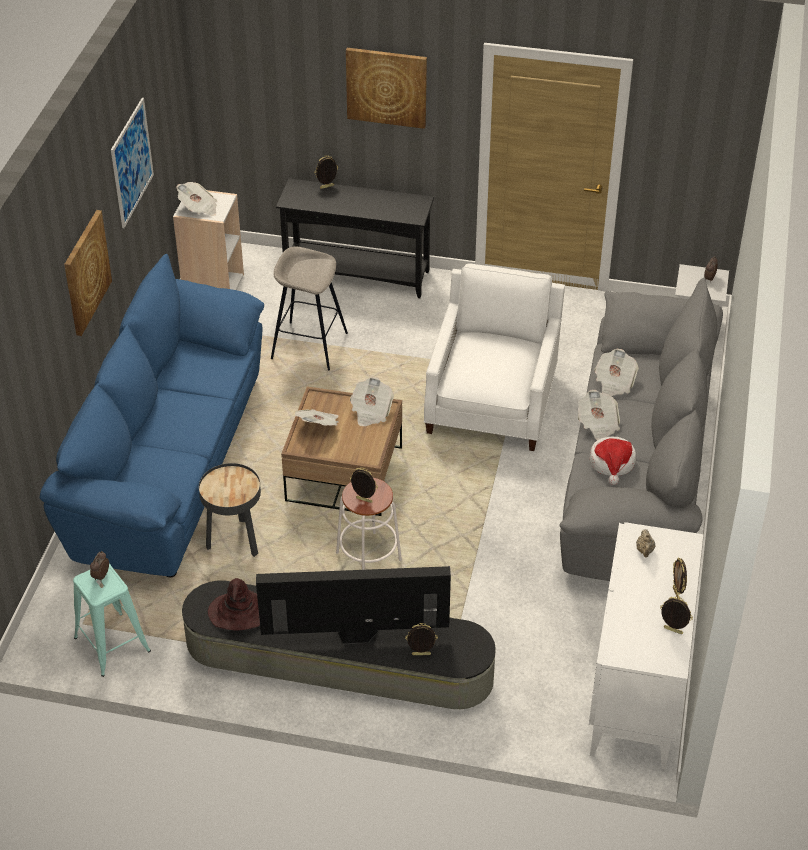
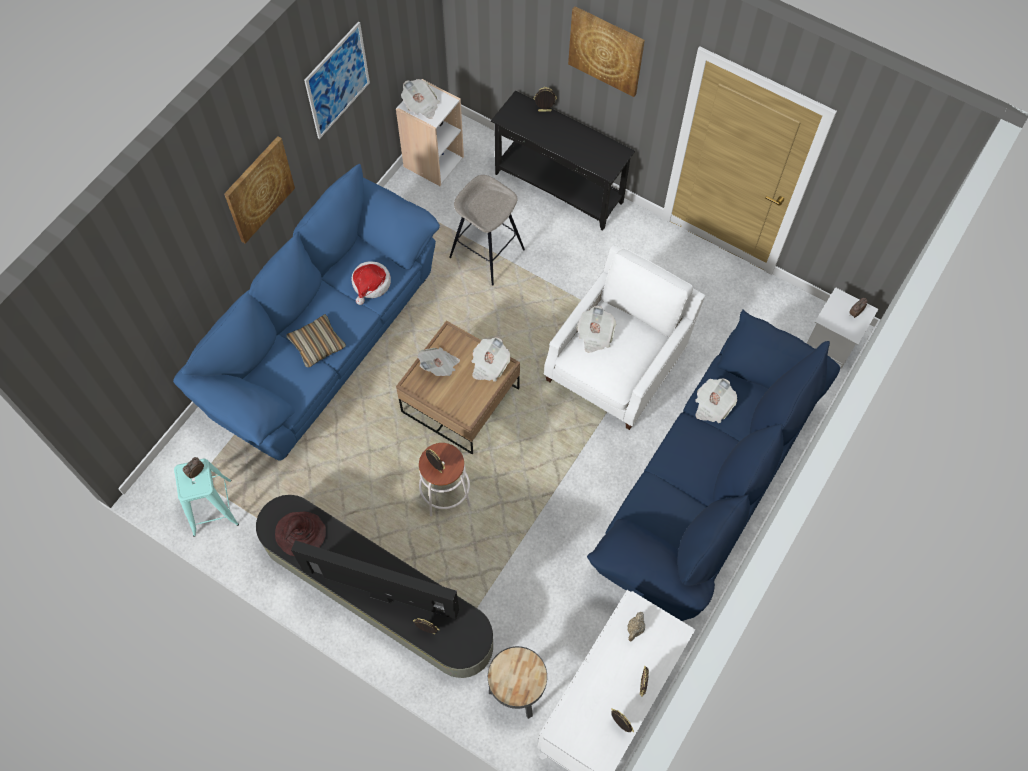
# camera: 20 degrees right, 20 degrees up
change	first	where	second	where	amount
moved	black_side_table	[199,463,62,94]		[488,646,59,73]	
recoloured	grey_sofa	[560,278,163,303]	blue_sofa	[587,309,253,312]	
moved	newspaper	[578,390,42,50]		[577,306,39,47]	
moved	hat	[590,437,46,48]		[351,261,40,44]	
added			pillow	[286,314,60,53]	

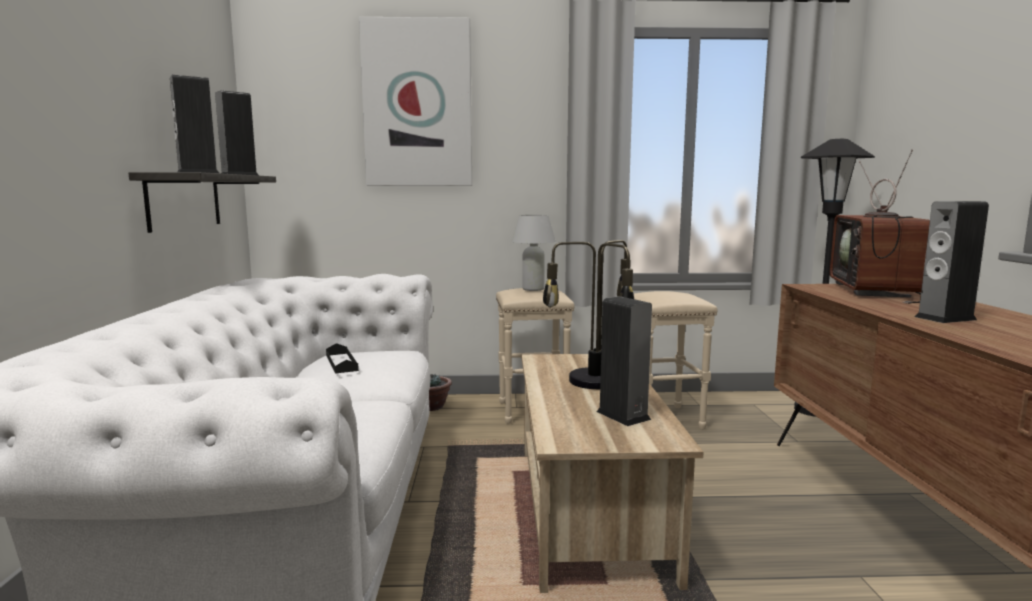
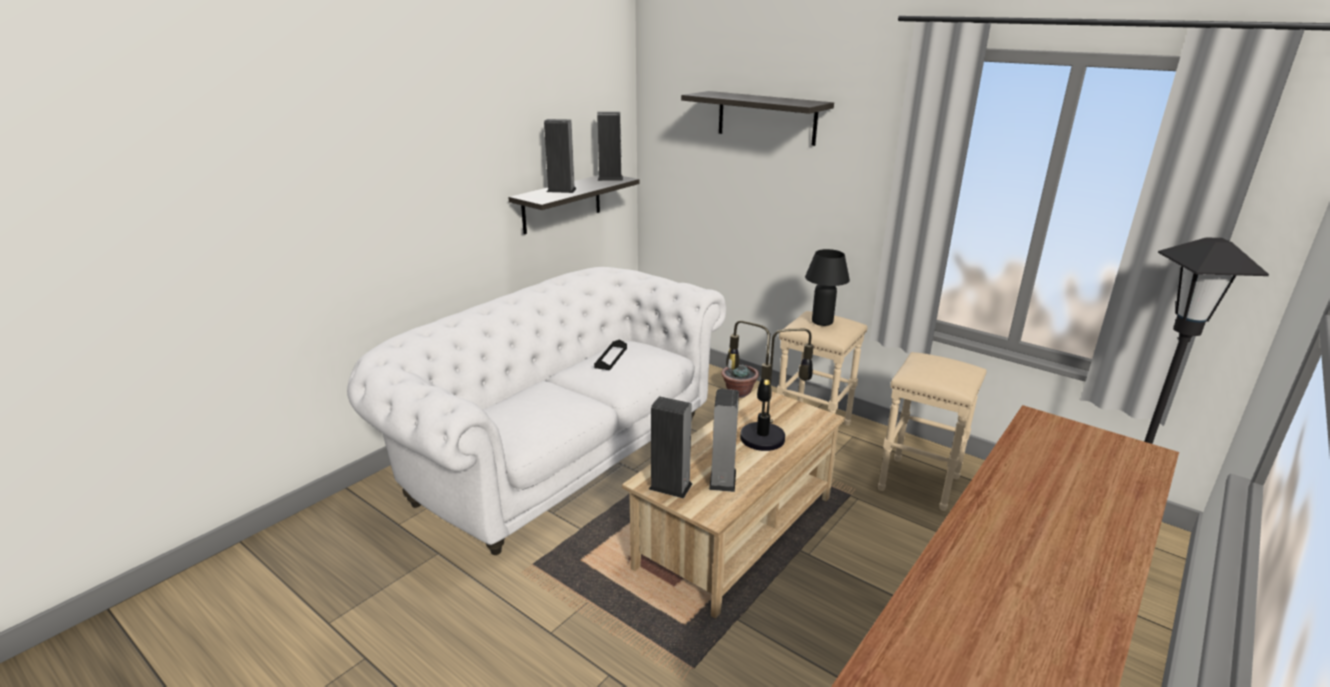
# camera: 40 degrees right, 15 degrees up
change	first	where	second	where	amount
replaced	picture	[359,17,113,169]	shelf	[681,91,153,55]	
recoloured	white_table_lamp	[512,215,44,76]	black_table_lamp	[805,249,45,77]	
removed	television	[830,149,100,155]			
moved	speaker	[915,201,74,122]		[649,396,43,103]	

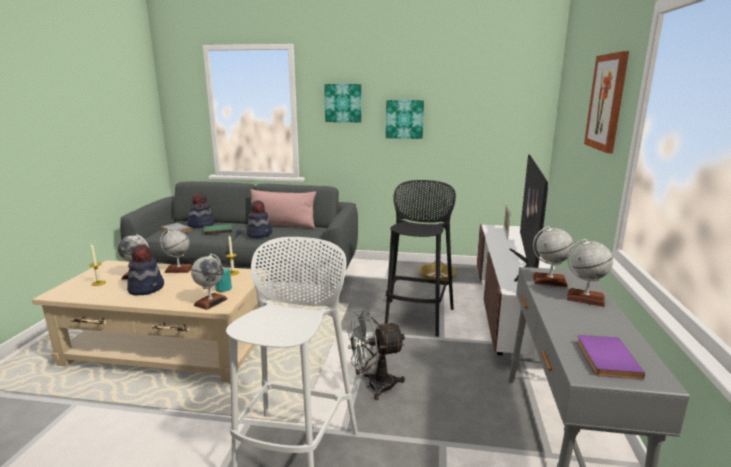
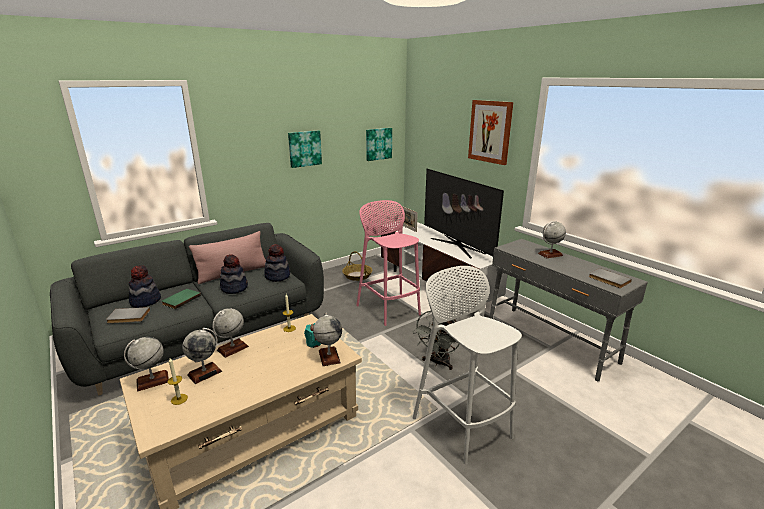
# camera: 45 degrees left, 5 degrees up
change	first	where	second	where	amount
moved	hat	[127,244,37,52]		[264,244,26,38]	
moved	picture	[324,84,38,38]		[366,128,26,33]	
recoloured	black_stool	[385,180,71,157]	pink_stool	[356,200,65,126]	
moved	globe	[533,226,41,61]		[124,337,45,55]	
recoloured	purple_book	[577,335,68,45]	grey_book	[589,268,43,20]	

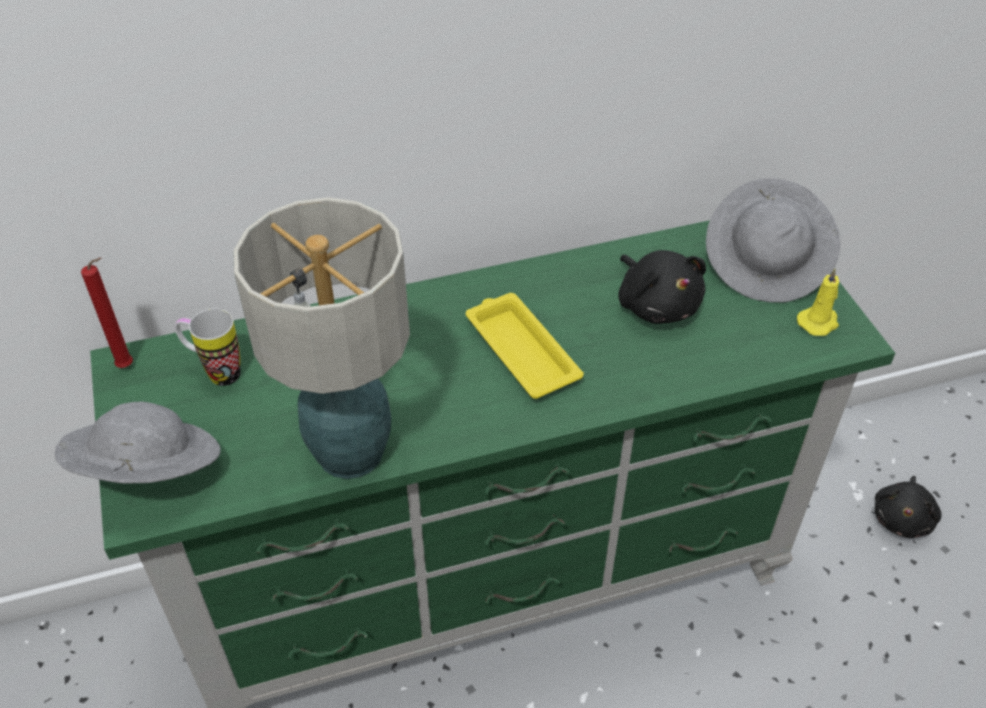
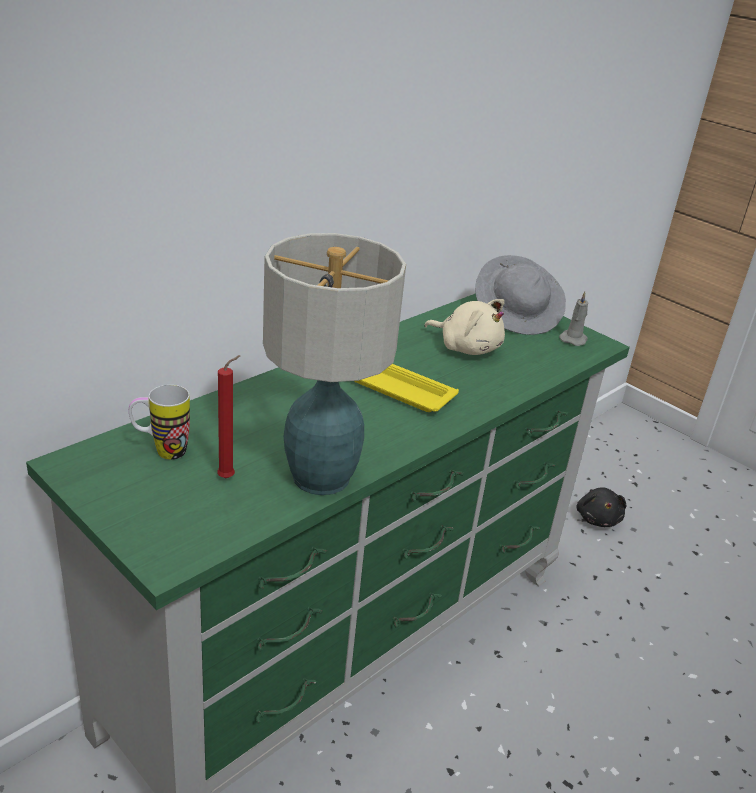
# camera: 30 degrees left, 15 degrees down
change	first	where	second	where	amount
removed	grey_hat	[55,402,166,81]			
moved	red_candle	[81,257,52,111]		[217,355,24,123]	
recoloured	black_plush_toy	[618,250,88,74]	beige_plush_toy	[424,299,81,56]	
recoloured	yellow_candle	[797,268,42,68]	grey_candle	[559,292,29,54]	

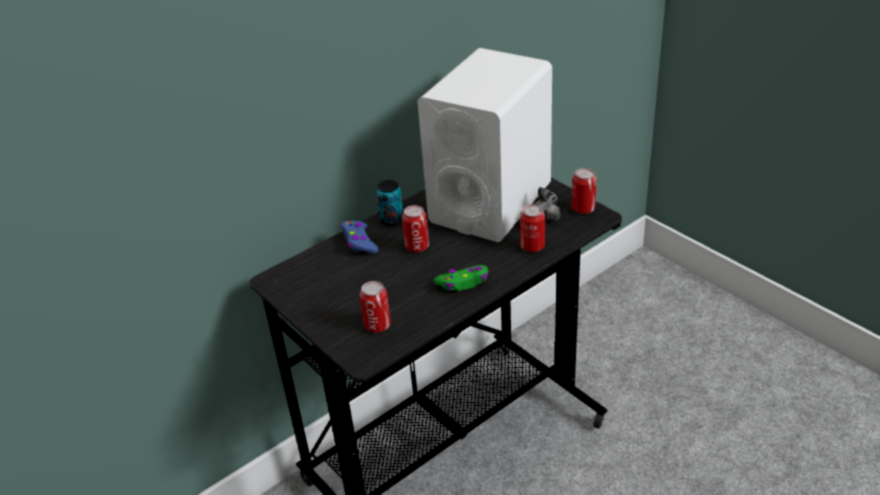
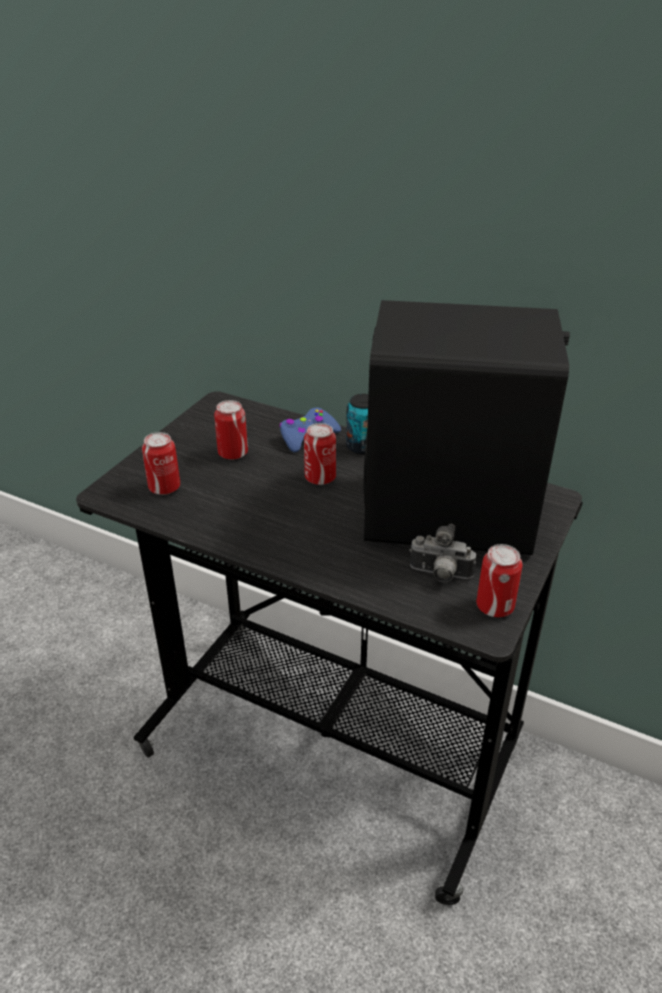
# camera: 65 degrees right, 0 degrees up
change	first	where	second	where	amount
recoloured	white_speaker	[417,48,135,194]	black_speaker	[363,300,207,255]	
removed	green_game_controller	[434,265,54,26]			
moved	can	[520,204,25,48]		[214,400,34,60]	

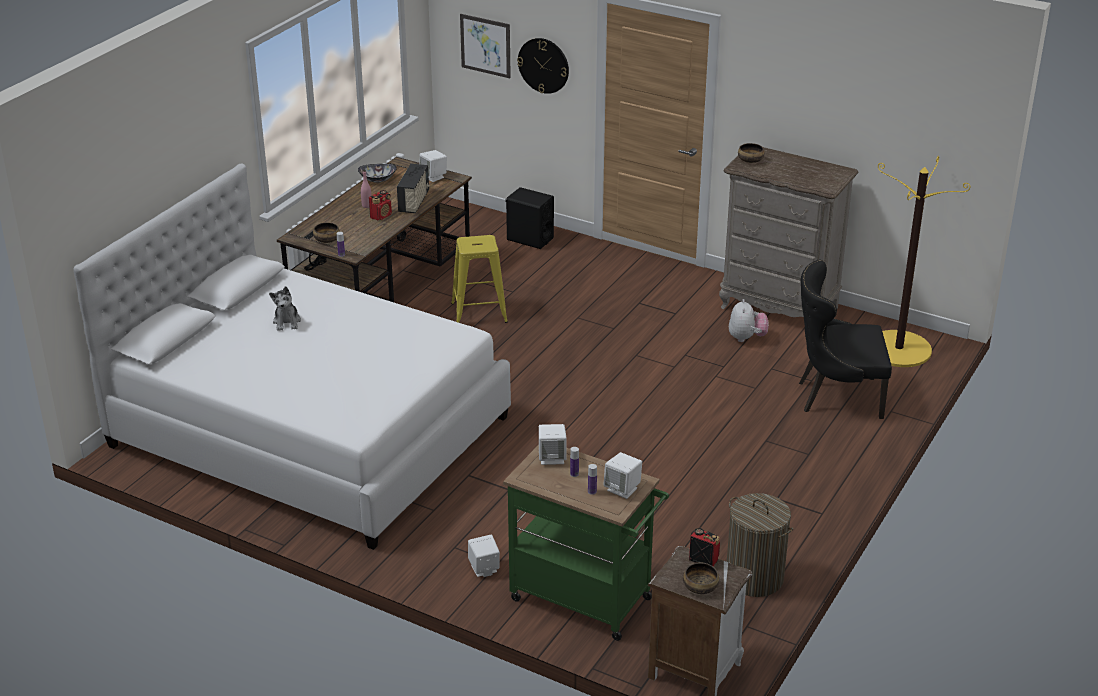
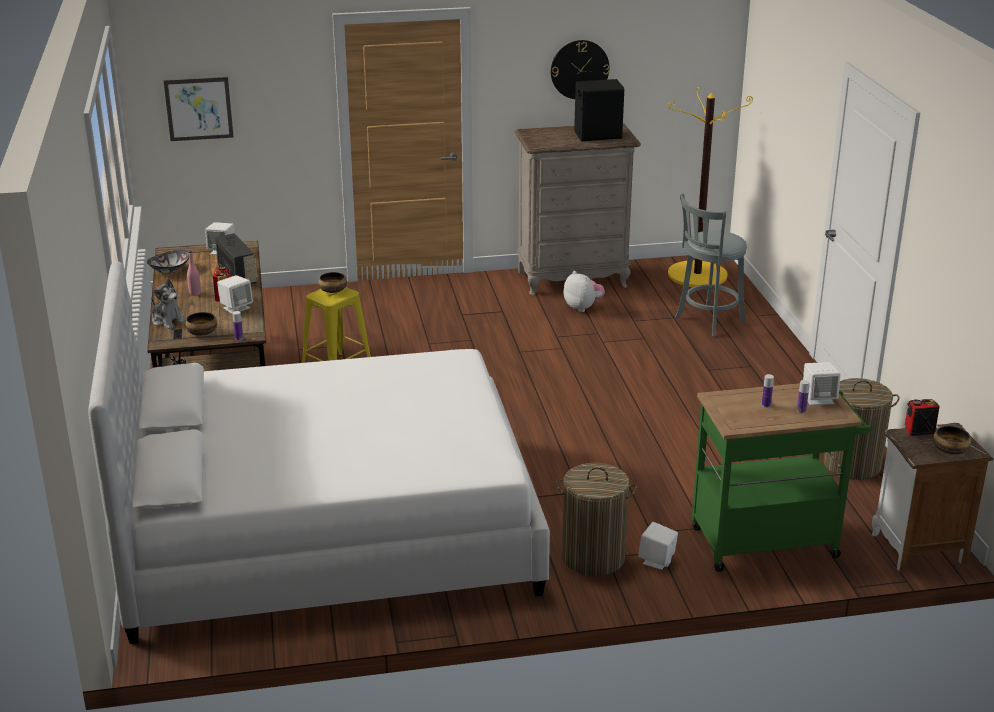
# camera: 40 degrees left, 5 degrees down
change	first	where	second	where	amount
moved	plush_toy	[269,286,32,45]		[151,279,35,50]	
moved	black_speaker	[505,187,49,62]		[574,79,50,62]	
moved	wall_clock	[517,38,52,56]		[551,40,58,59]	
moved	white_speaker	[539,424,28,41]		[217,275,36,39]	
moved	bowl	[738,143,27,20]		[318,272,29,21]	
replaced	black_chair	[799,260,93,159]	grey_stool	[675,193,72,144]	
added			laundry_basket	[556,463,81,113]	

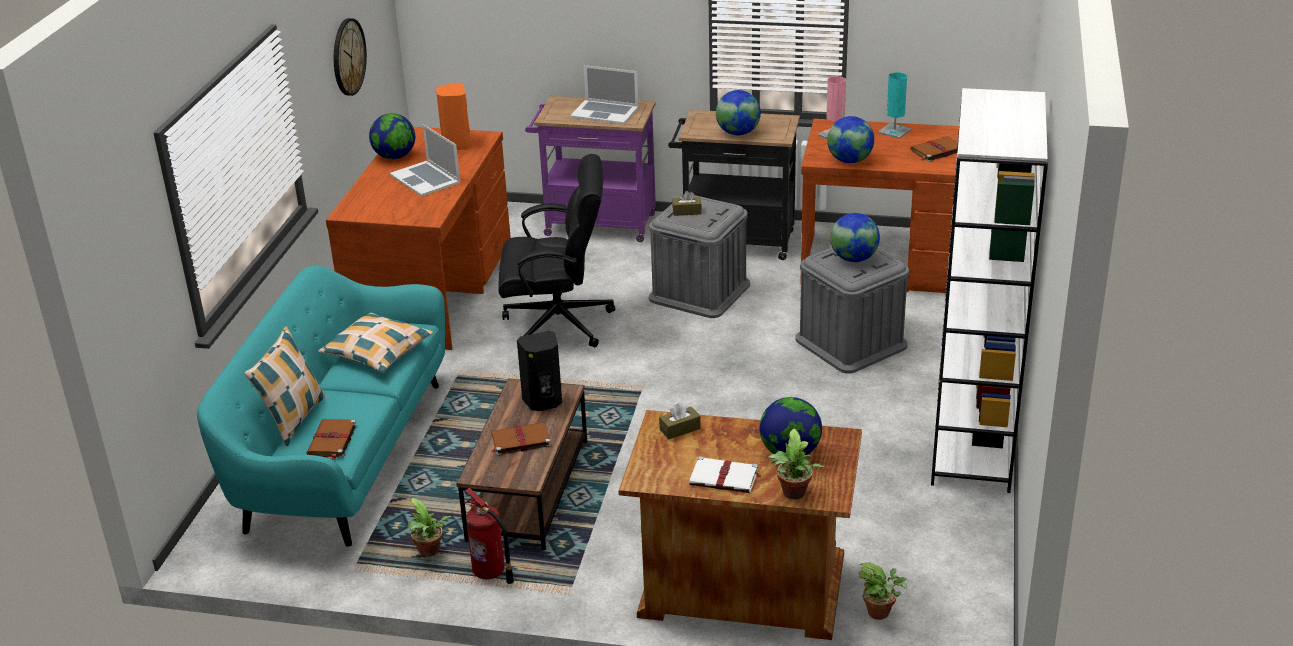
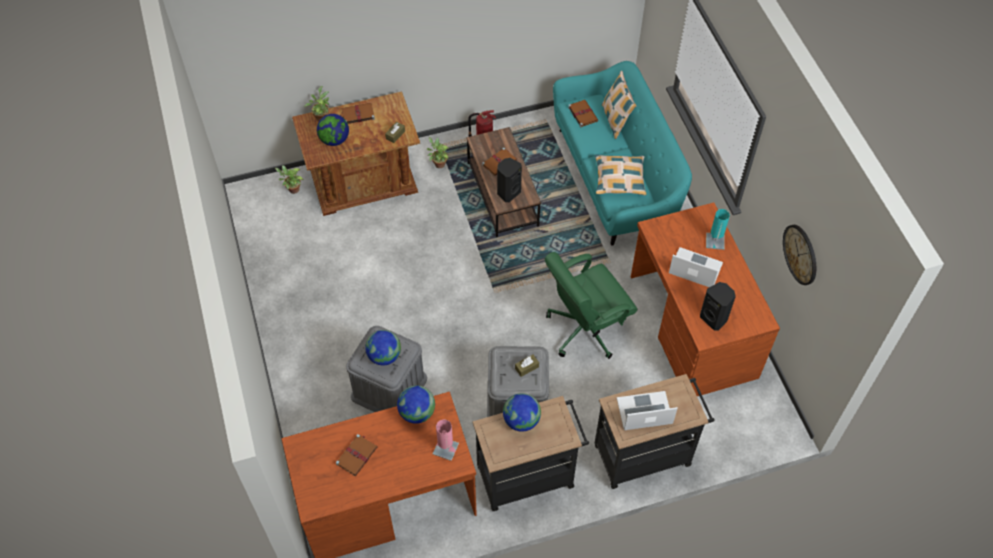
# camera: 150 degrees right, 25 degrees up
change	first	where	second	where	amount
removed	globe	[369,113,46,46]			
moved	potted_plant	[408,498,44,58]		[427,137,22,31]	
recoloured	orange_speaker	[436,83,35,67]	black_speaker	[700,282,36,48]	
recoloured	black_office_chair	[498,154,117,194]	green_office_chair	[544,252,93,107]	
recoloured	purple_cart	[525,96,131,146]	black_cart	[595,374,120,115]	
recoloured	white_book	[689,456,73,37]	brown_book	[342,103,33,21]	
moved	turquoise_table_lamp	[879,72,32,67]		[706,209,24,41]	
removed	white_bookcase	[931,88,117,405]			

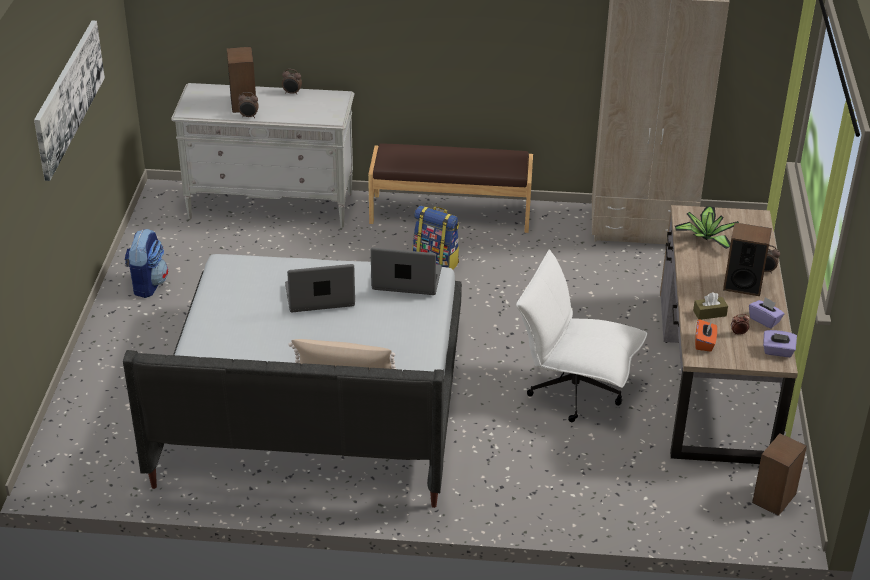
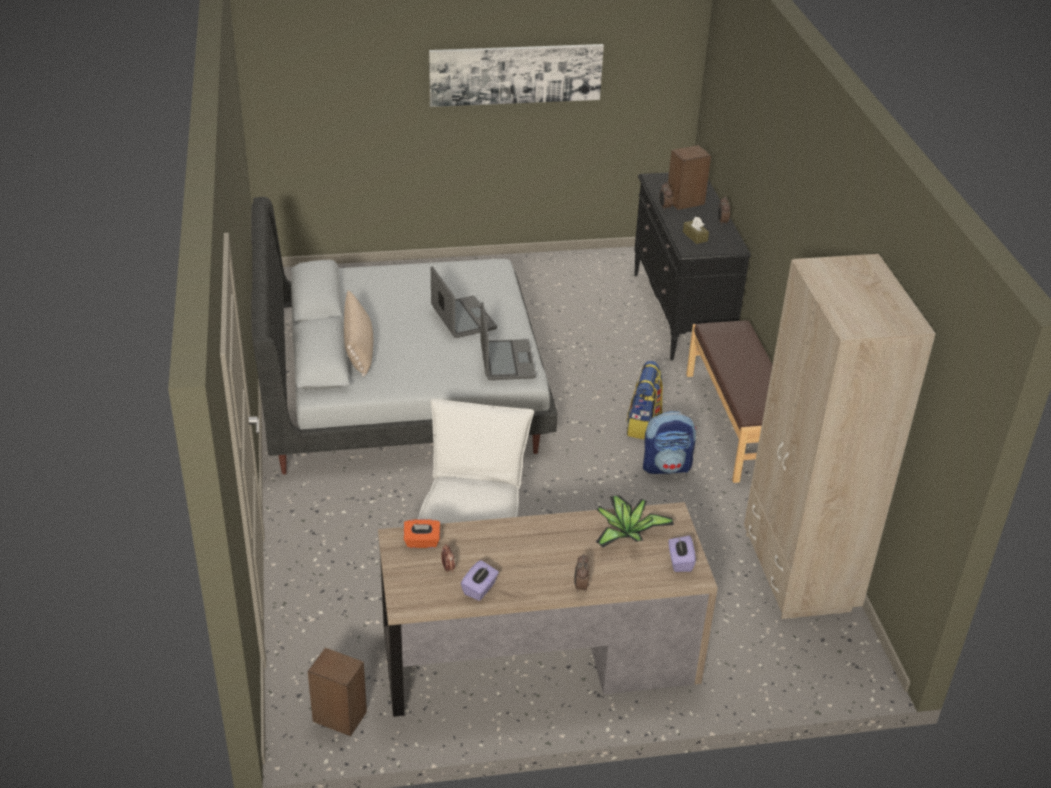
# camera: 75 degrees right, 0 degrees up
change	first	where	second	where	amount
moved	backpack	[124,229,44,69]		[643,411,54,63]	
recoloured	white_dresser	[171,83,183,145]	black_dresser	[634,172,117,188]	
moved	brown_tissue_box	[693,292,35,28]		[683,217,26,27]	
removed	speaker	[723,223,49,73]			
moved	purple_tissue_box	[763,330,34,27]		[669,536,27,36]	

